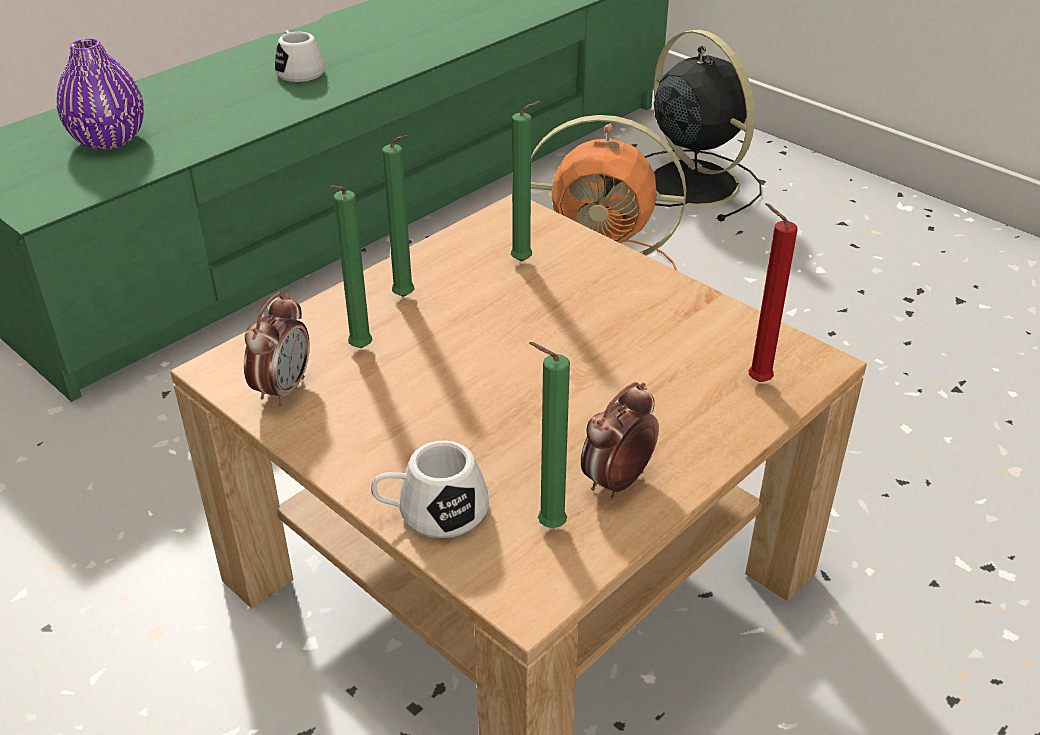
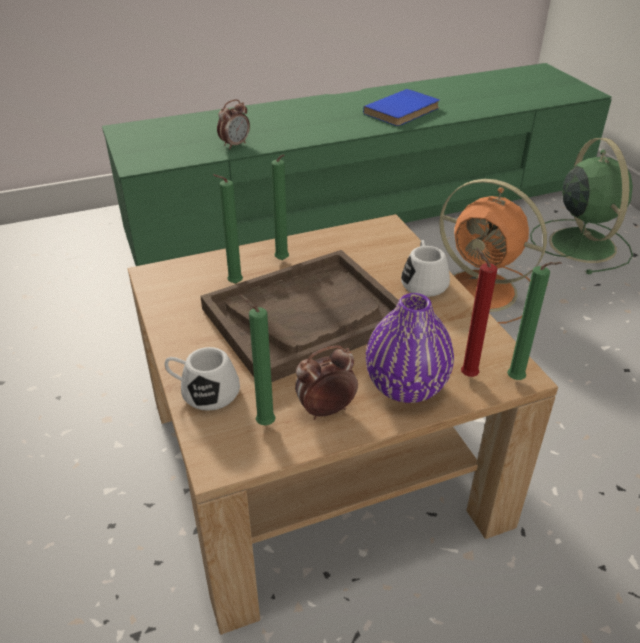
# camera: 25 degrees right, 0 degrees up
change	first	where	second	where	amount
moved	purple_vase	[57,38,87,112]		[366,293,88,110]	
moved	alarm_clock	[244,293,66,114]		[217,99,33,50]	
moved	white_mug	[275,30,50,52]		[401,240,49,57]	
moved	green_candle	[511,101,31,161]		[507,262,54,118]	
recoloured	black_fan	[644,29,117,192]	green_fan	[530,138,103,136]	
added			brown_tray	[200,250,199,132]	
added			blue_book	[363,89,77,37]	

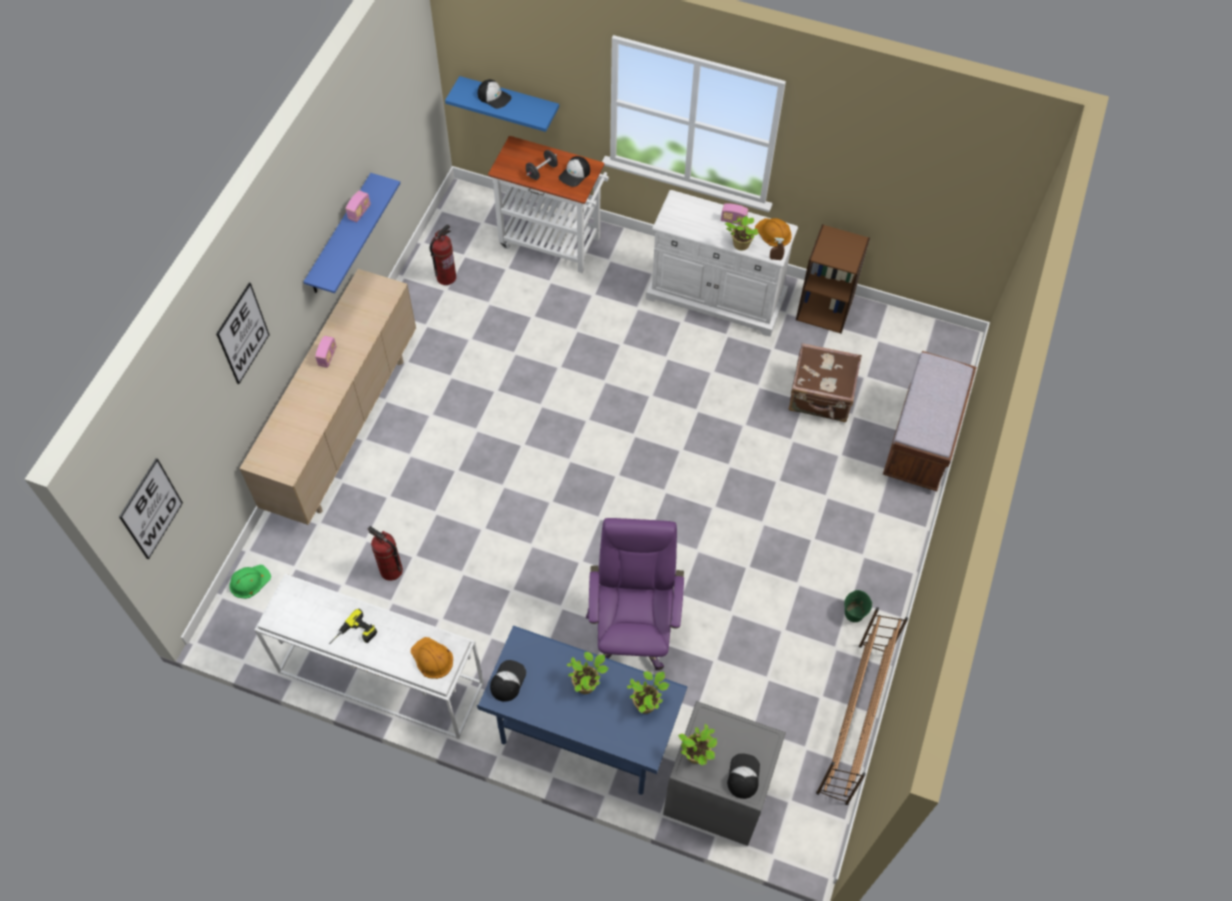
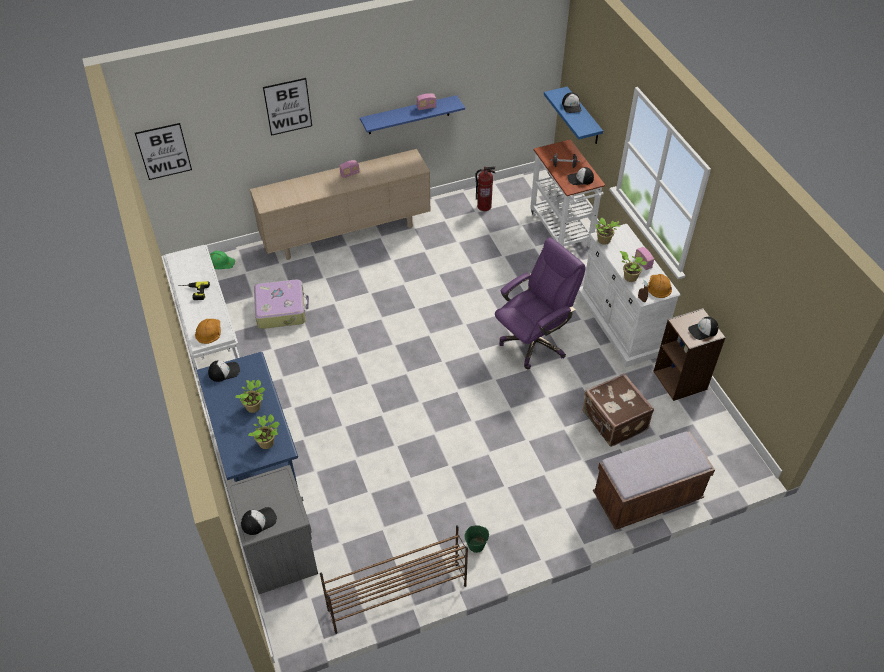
# camera: 50 degrees right, 10 degrees down
change	first	where	second	where	amount
replaced	fire_extinguisher	[368,526,35,55]	suitcase	[254,279,55,50]	
moved	purple_office_chair	[586,518,98,152]		[495,237,91,133]	
moved	potted_plant	[678,724,39,42]		[595,217,25,28]	
added			cap	[688,317,30,23]	

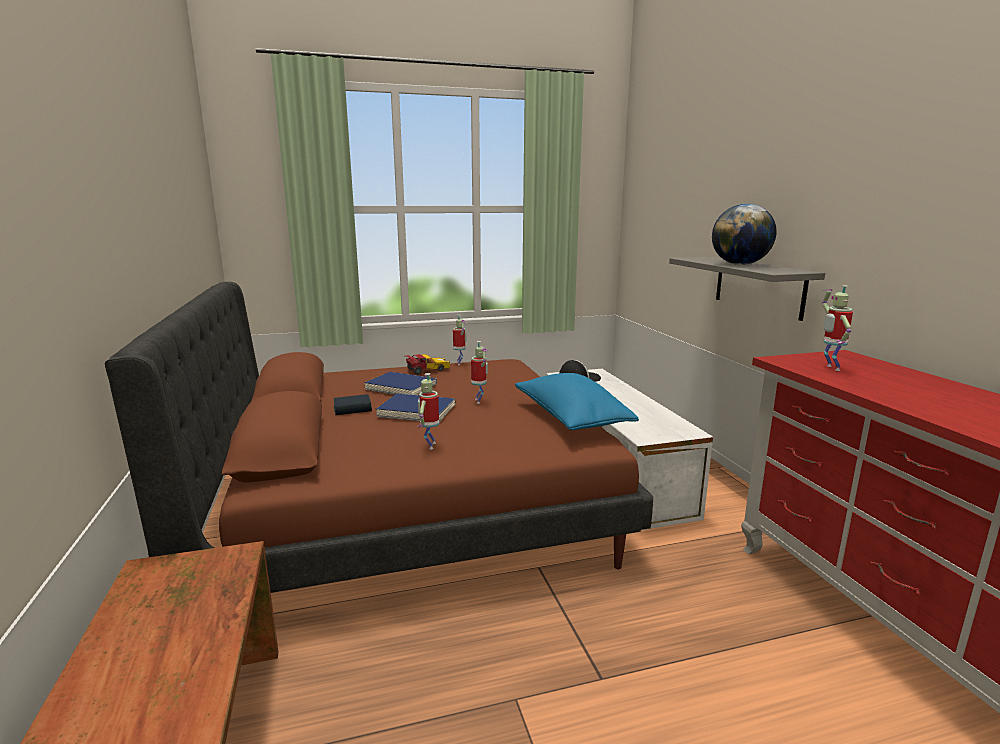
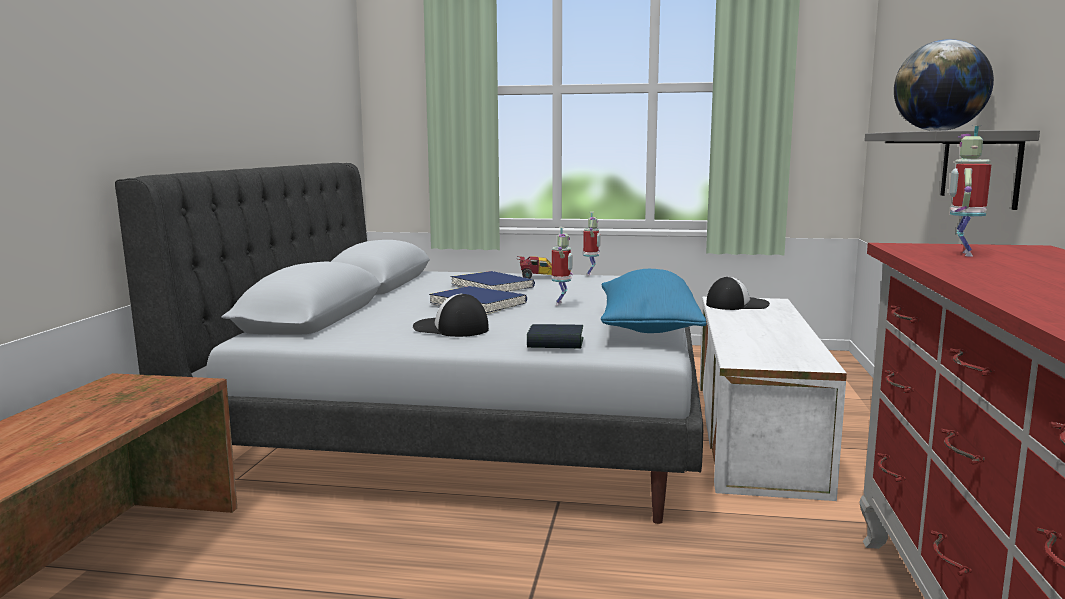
# camera: 25 degrees right, 5 degrees down
change	first	where	second	where	amount
recoloured	brown_bed	[105,282,548,311]	grey_bed	[115,163,588,361]	
moved	book	[334,394,38,21]		[527,324,57,24]	
replaced	toy_robot	[418,373,21,77]	cap	[413,293,76,44]	

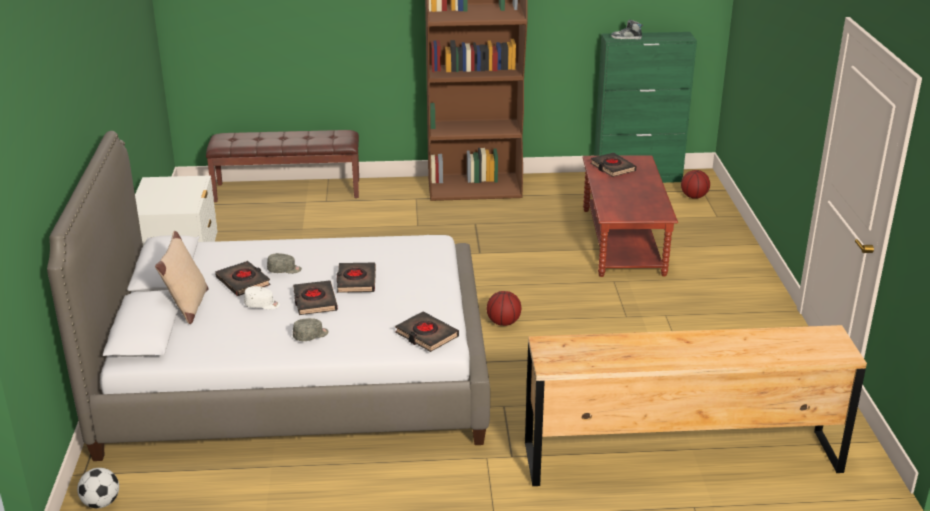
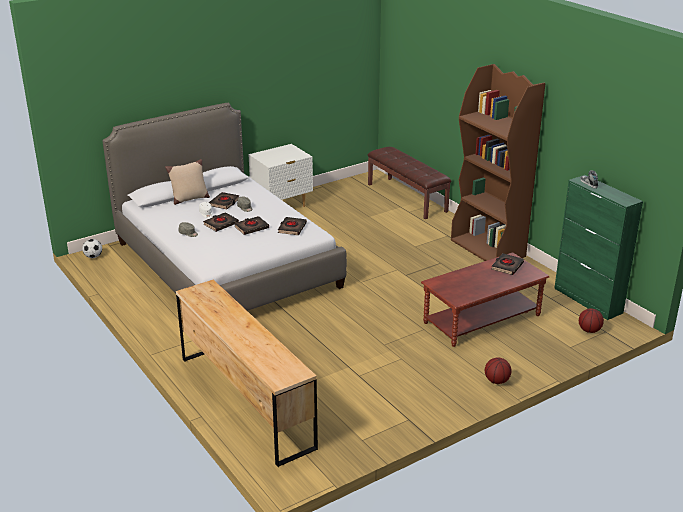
# camera: 60 degrees right, 0 degrees up
change	first	where	second	where	amount
moved	black_book	[395,312,64,40]		[278,217,29,18]	
moved	basketball	[487,291,34,35]		[485,357,26,27]	

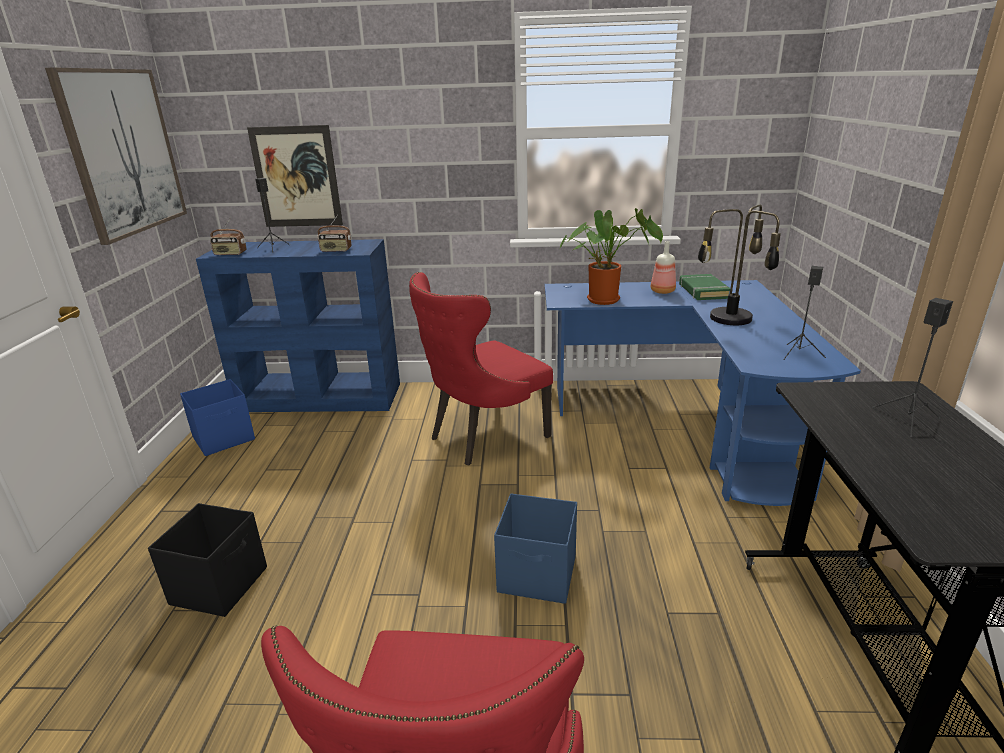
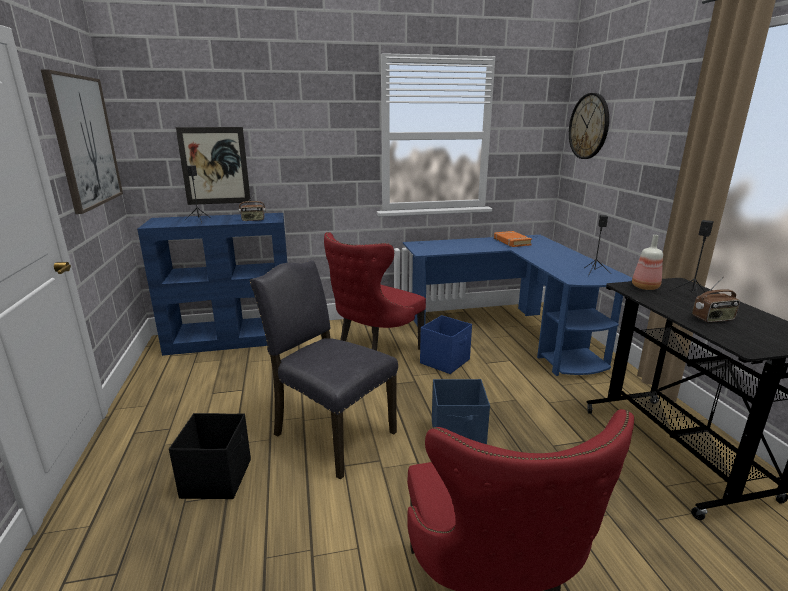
# camera: 15 degrees left, 5 degrees down
change	first	where	second	where	amount
moved	blue_storage_box	[180,379,75,77]		[420,315,52,59]	
moved	radio	[210,218,36,37]		[692,276,48,46]	
removed	potted_plant	[559,208,104,97]			
moved	bottle	[651,241,25,53]		[632,235,31,55]	
recoloured	green_book	[679,274,52,26]	orange_book	[494,231,38,16]	
removed	table_lamp	[698,204,83,121]			
added			grey_chair	[250,260,148,220]	
added			wall_clock	[569,93,40,66]	

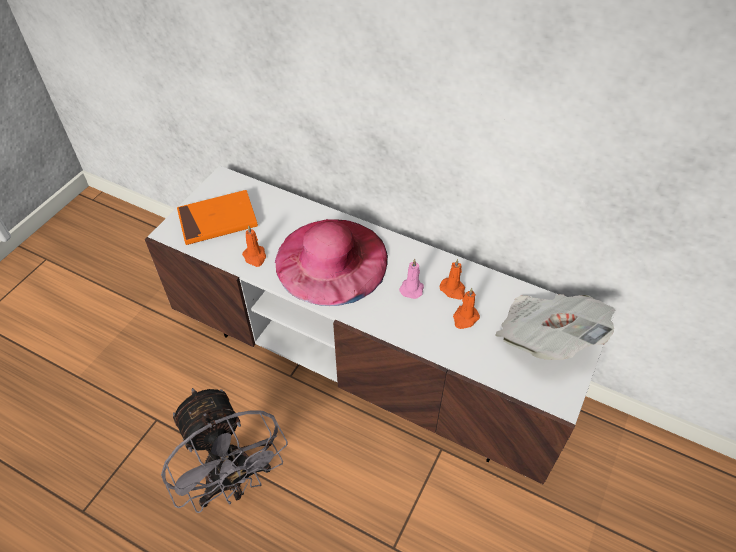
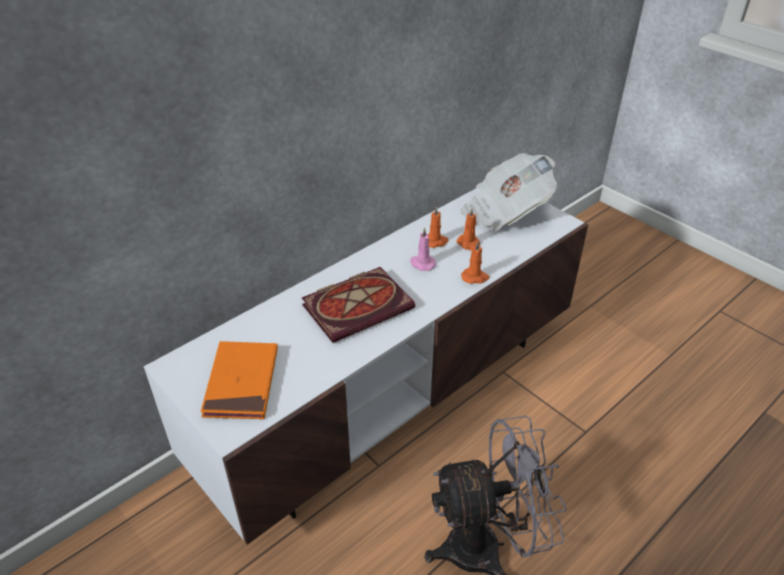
# camera: 70 degrees left, 10 degrees down
change	first	where	second	where	amount
moved	orange_candle	[242,225,24,42]		[461,241,29,43]	
replaced	pink_hat	[275,219,113,87]	book	[302,267,113,76]	

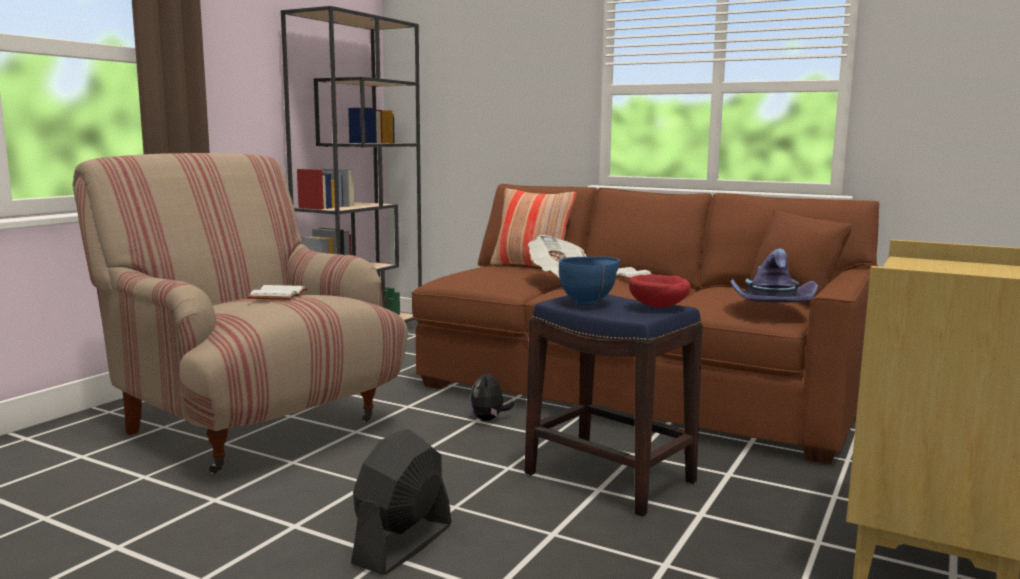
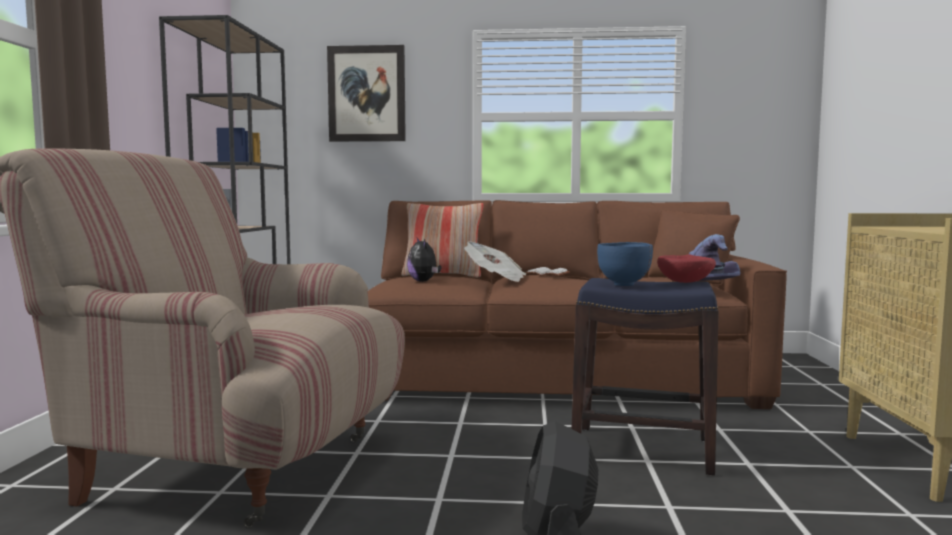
# camera: 25 degrees left, 5 degrees down
change	first	where	second	where	amount
removed	white_book	[247,285,61,15]			
moved	plush_toy	[470,368,44,53]		[407,238,35,44]	
added			picture	[327,45,79,97]	

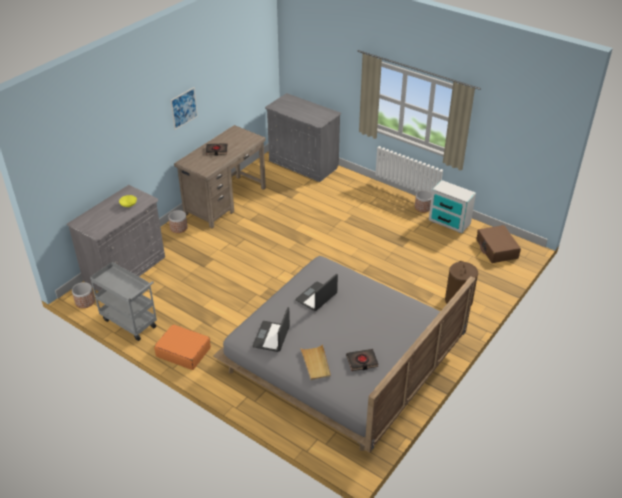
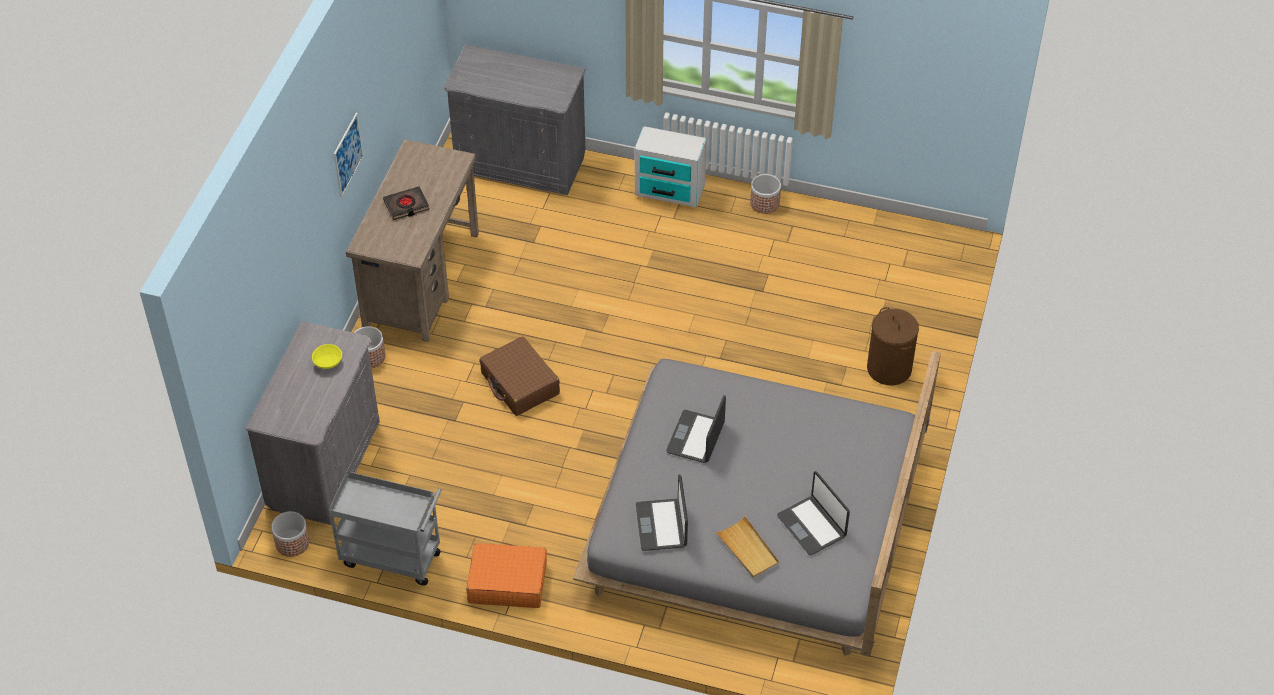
# camera: 20 degrees left, 10 degrees up
change	first	where	second	where	amount
replaced	black_book	[346,349,32,22]	laptop	[777,471,73,84]	
moved	white_nightstand	[429,180,47,53]		[635,126,72,81]	
moved	brown_suitcase	[477,225,44,38]		[479,336,81,80]	

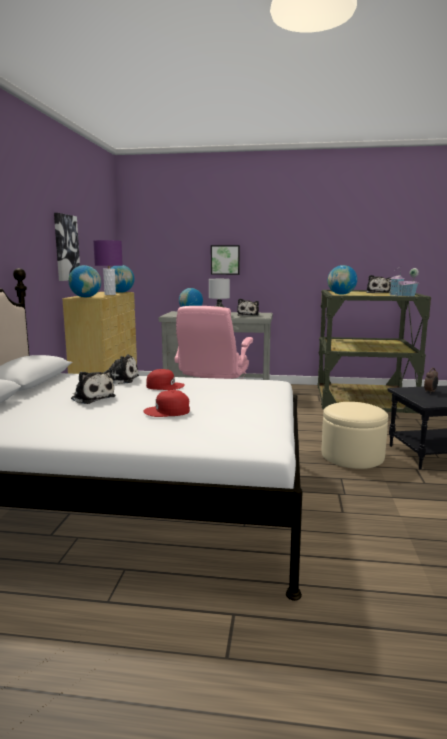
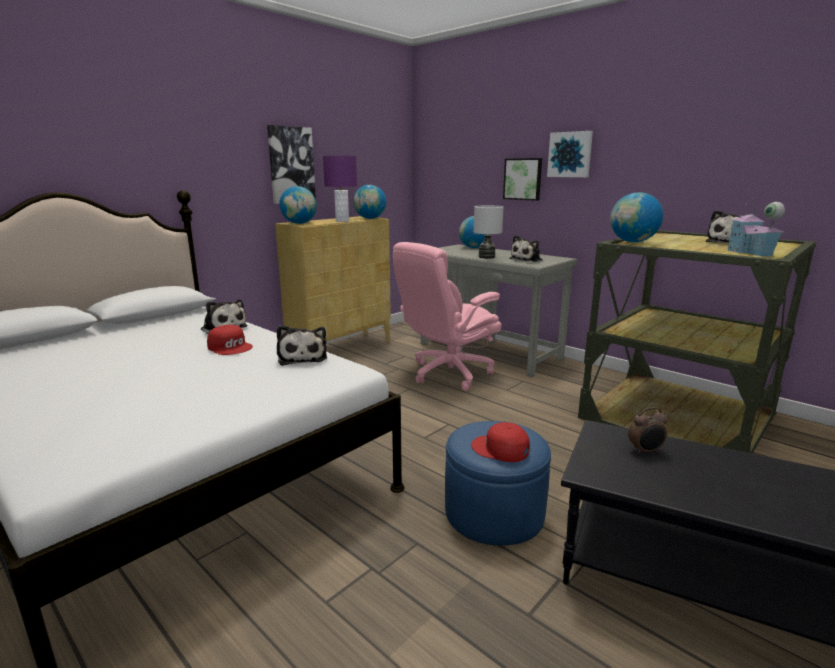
# camera: 35 degrees right, 5 degrees up
change	first	where	second	where	amount
moved	plush_toy	[71,370,45,34]		[277,325,50,41]	
moved	red_cap	[144,390,46,27]		[471,422,59,40]	
recoloured	beige_ottoman	[322,402,66,67]	blue_ottoman	[445,421,106,124]	
added			picture	[547,131,46,46]	

